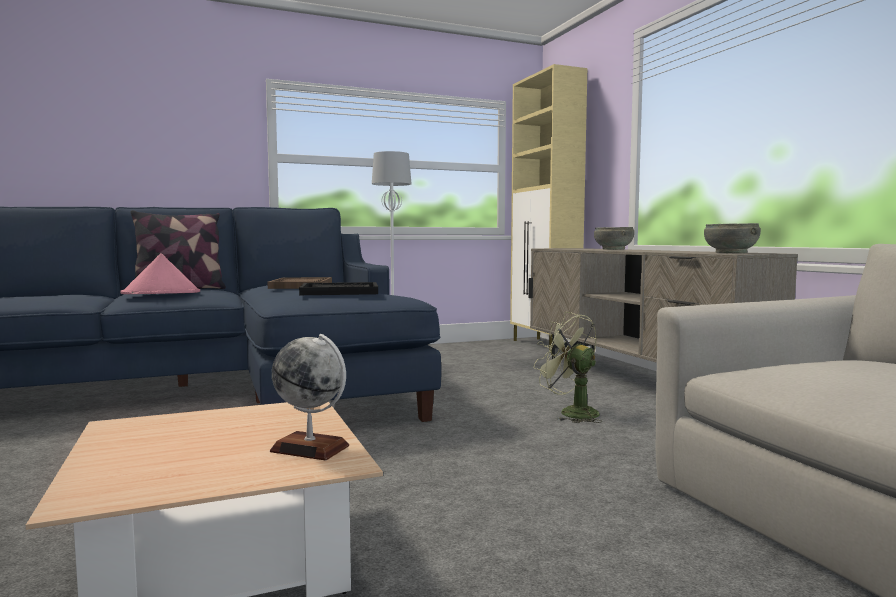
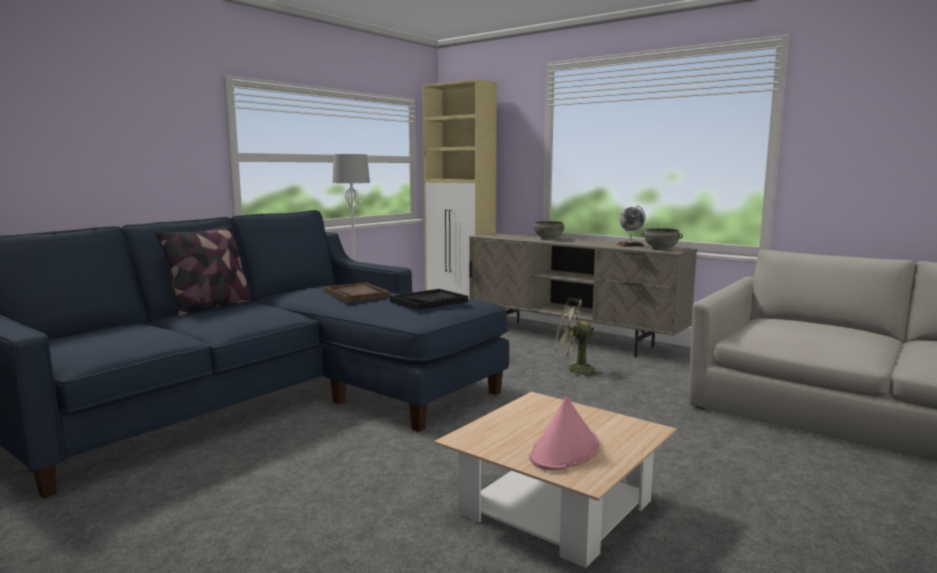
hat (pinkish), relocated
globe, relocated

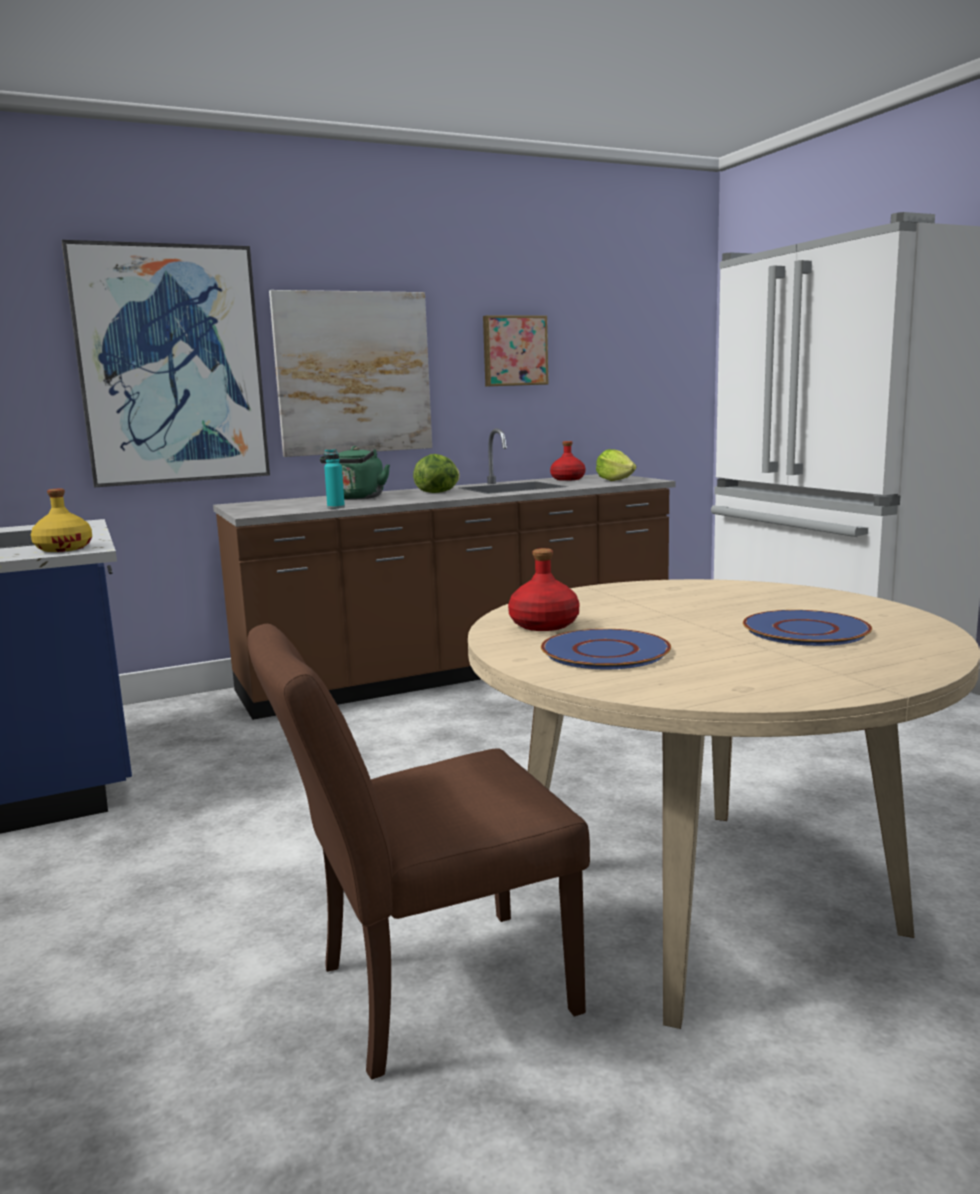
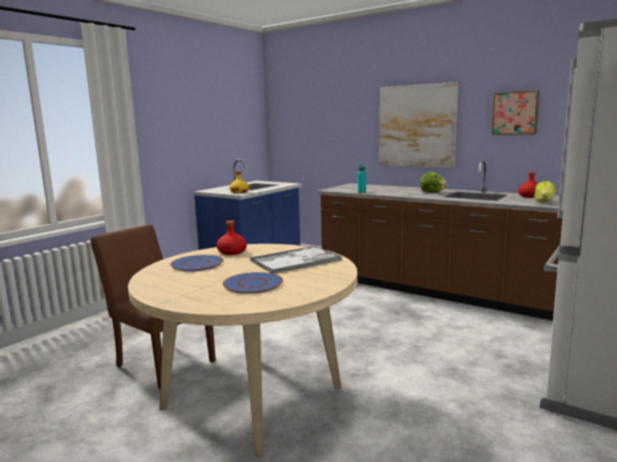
wall picture (no. 1 from left) → -
tea kettle (green) → -
- → serving tray

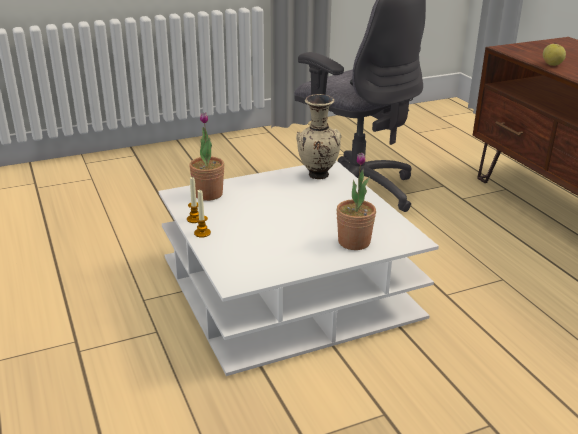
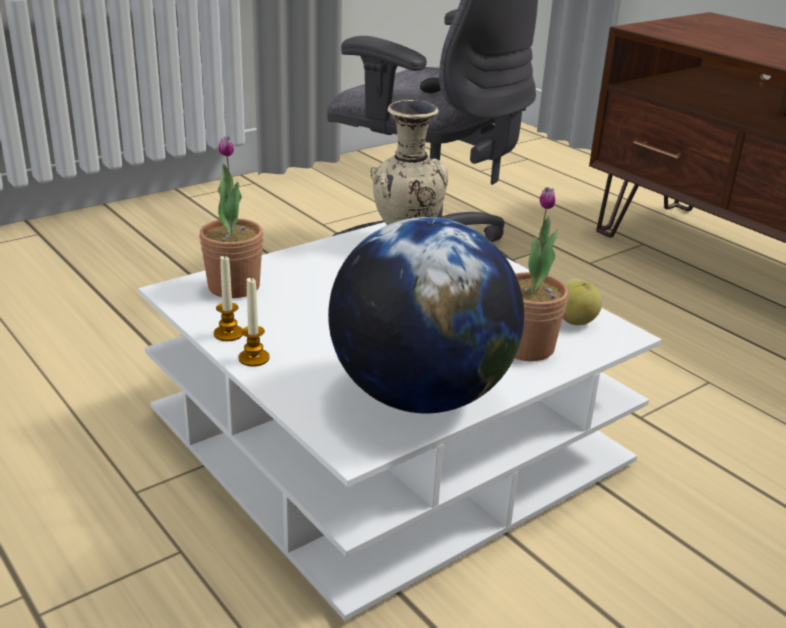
apple fruit, relocated
- → globe

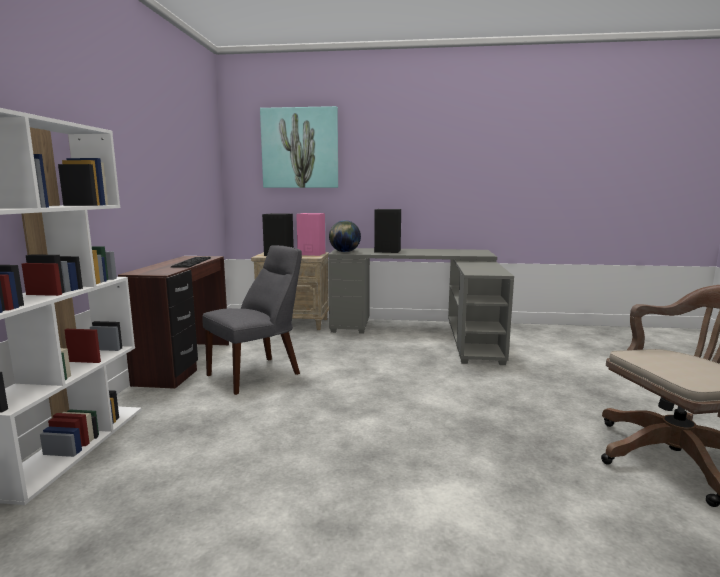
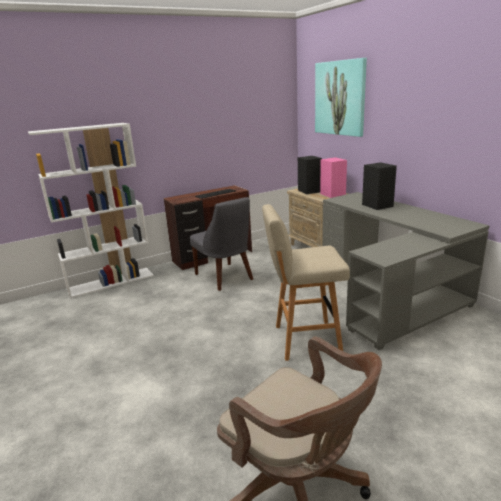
chair (greyish), 45 degrees clockwise
globe → -
- → stool (sand-coloured)

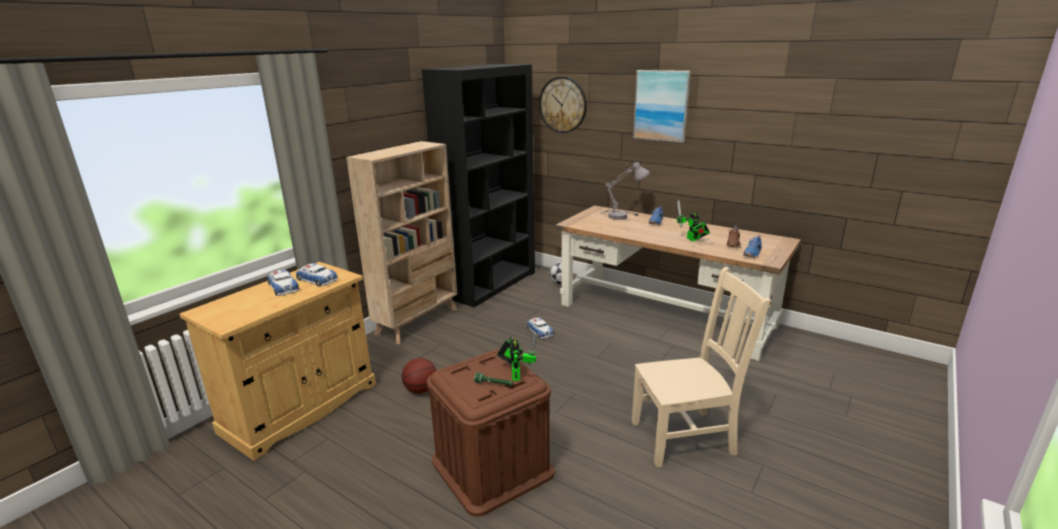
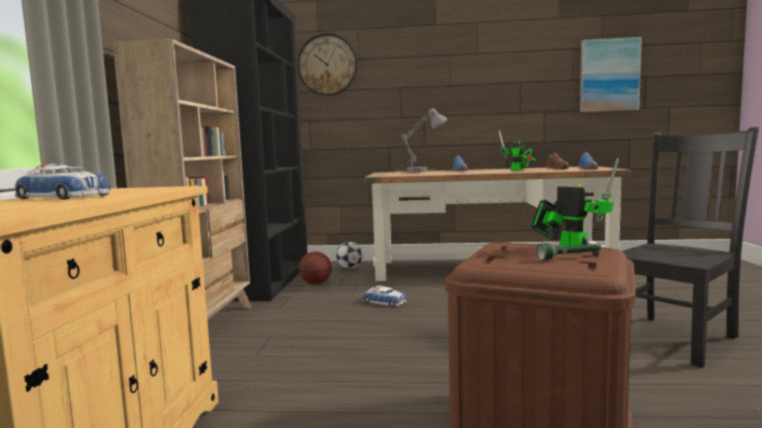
miniature car (no. 2 from left) → -
ball for basketball, relocated
chair (sand-coloured) → chair (black-coloured)
wall picture, relocated

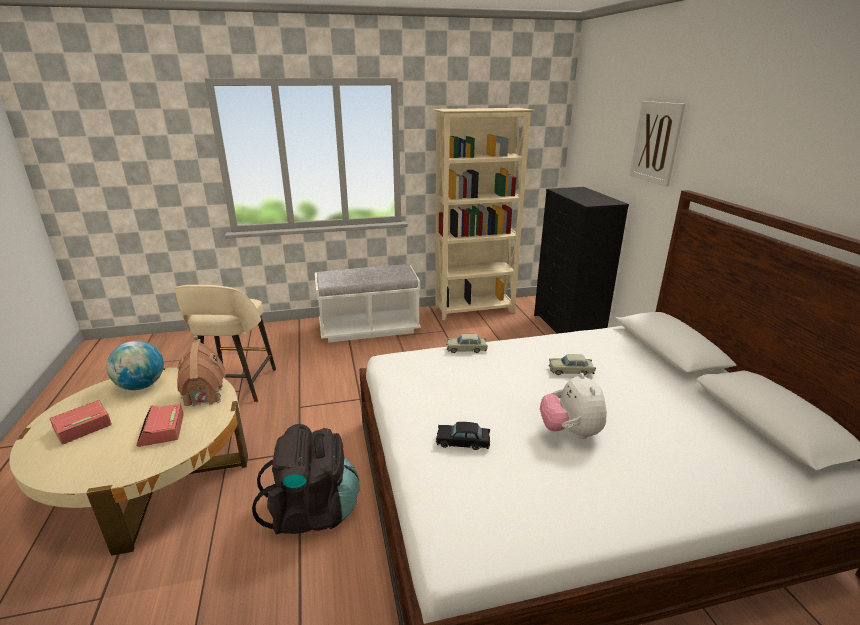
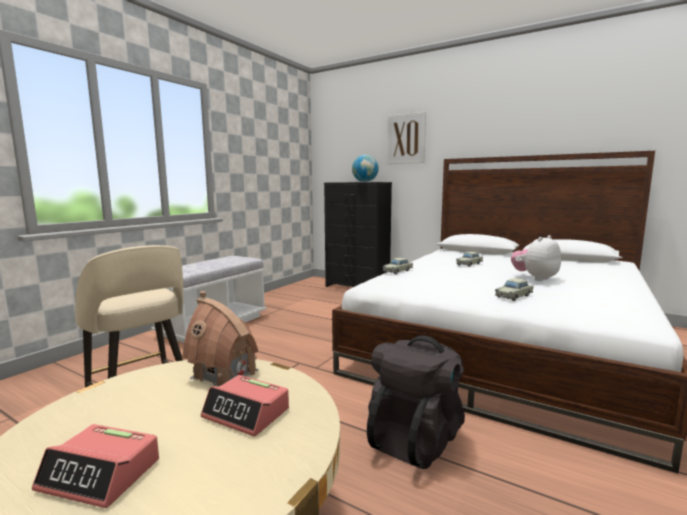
table clock (no. 1 from left), 75 degrees counterclockwise
globe, relocated
bookshelf (sand-coloured) → -
miniature car (black-coloured) → miniature car (sand-coloured) (no. 3 from left)
soft toy, 105 degrees clockwise

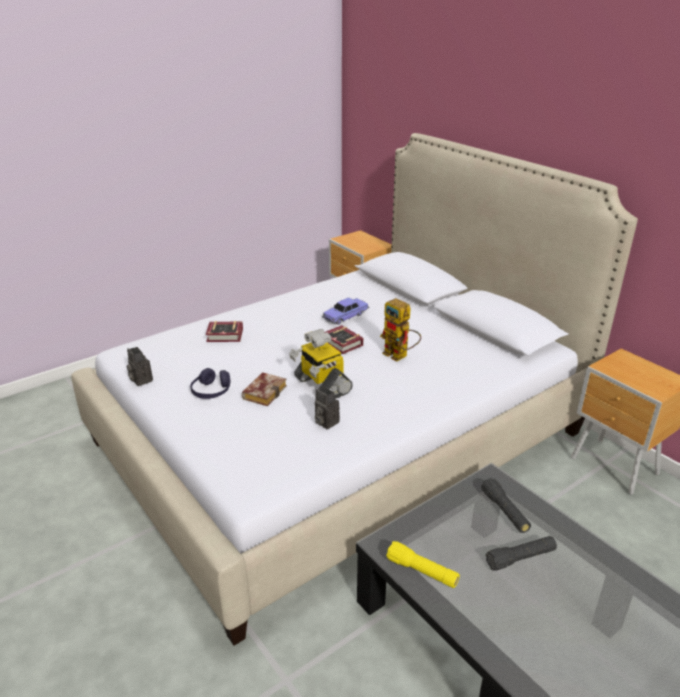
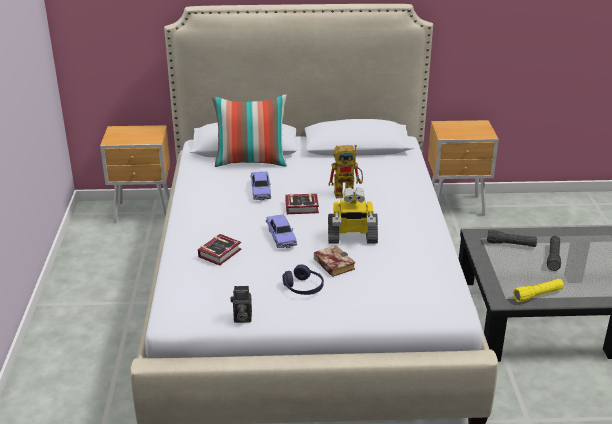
photo camera (no. 2 from left) → -
- → pillow
- → miniature car (no. 2 from left)

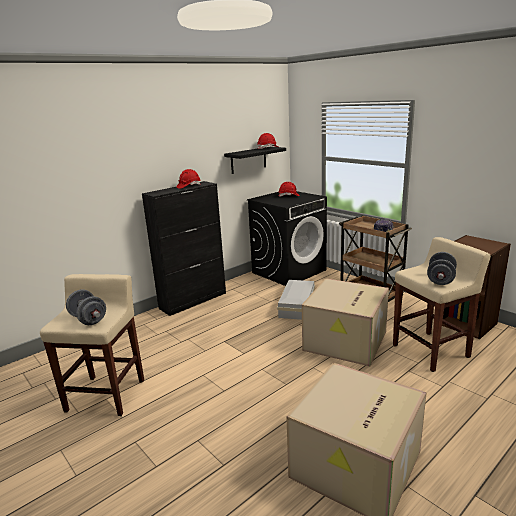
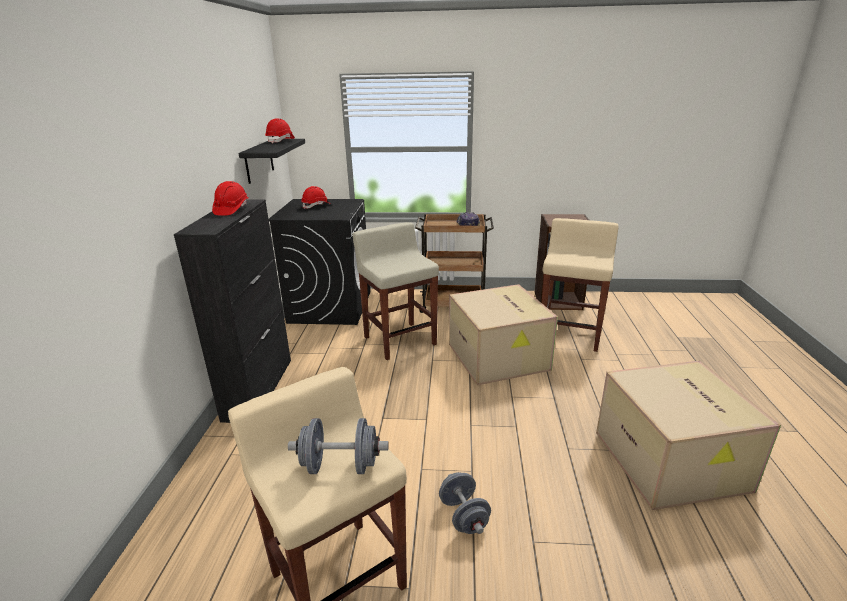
storage box (white) → stool (sand-coloured) (no. 2 from left)
free weight (greyish) (no. 2 from left), relocated

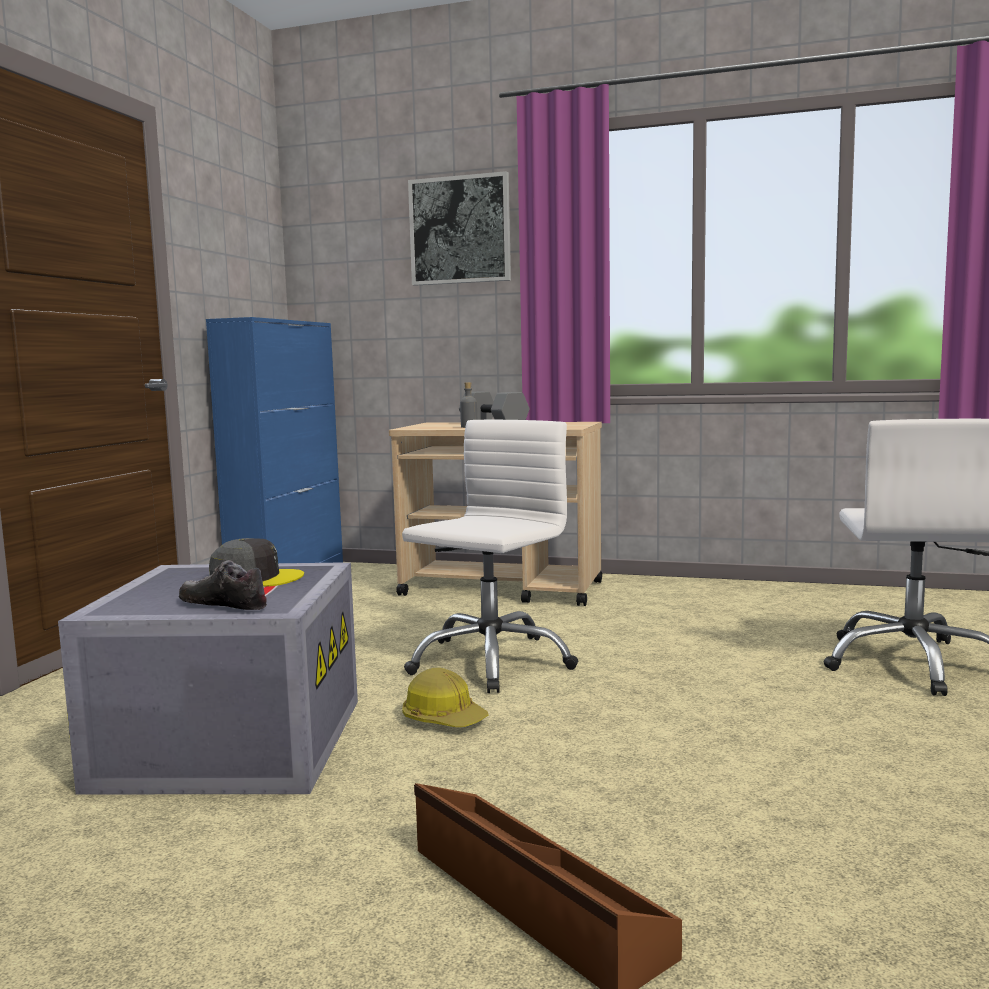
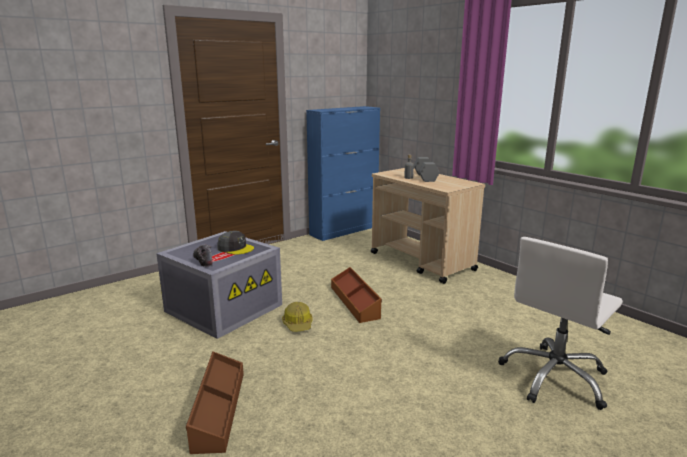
desk chair (white) (no. 1 from left) → storage box (brown-coloured) (no. 2 from left)
wall picture → -

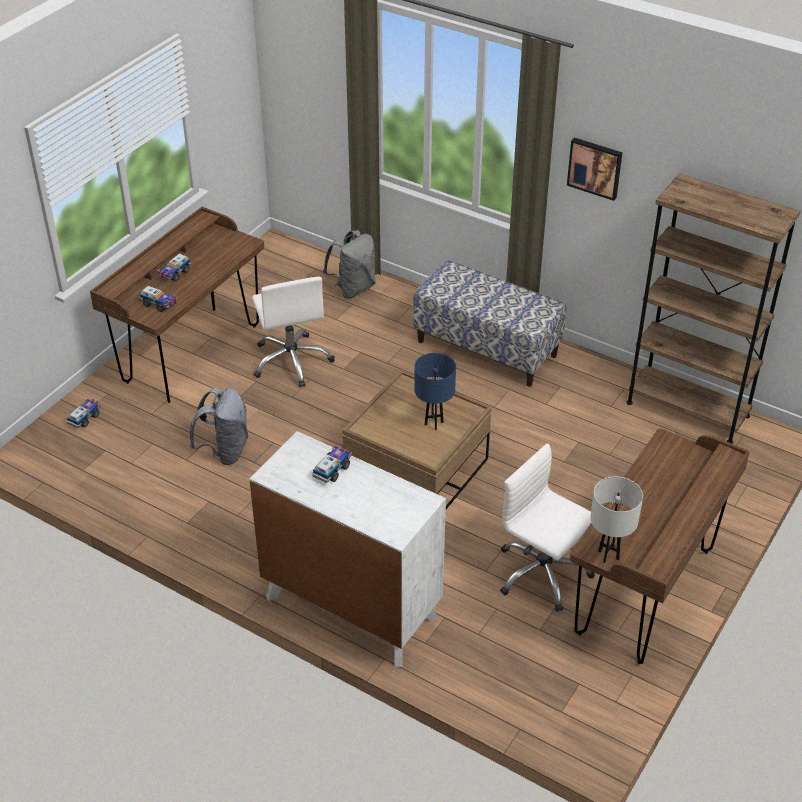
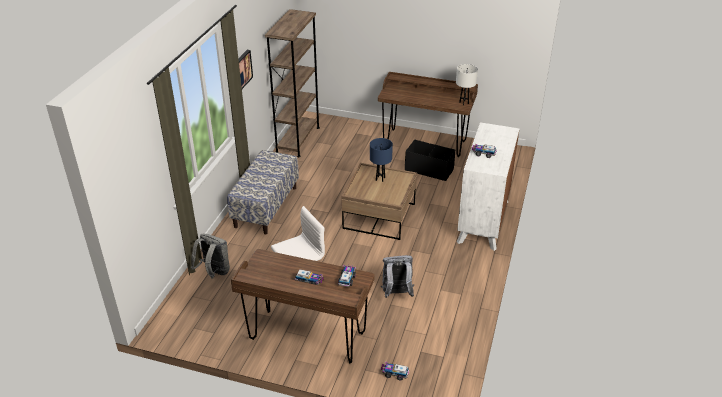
desk chair (white) (no. 2 from left) → storage box (black-coloured)

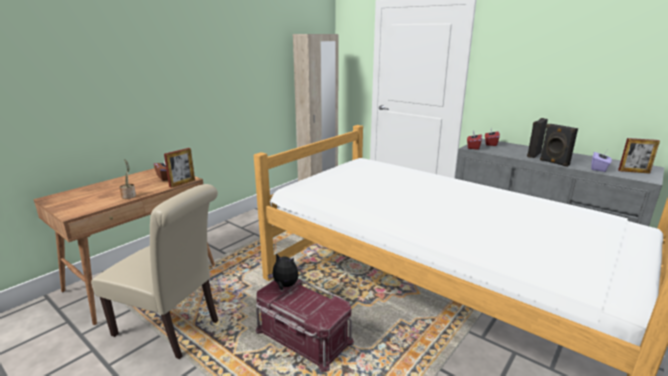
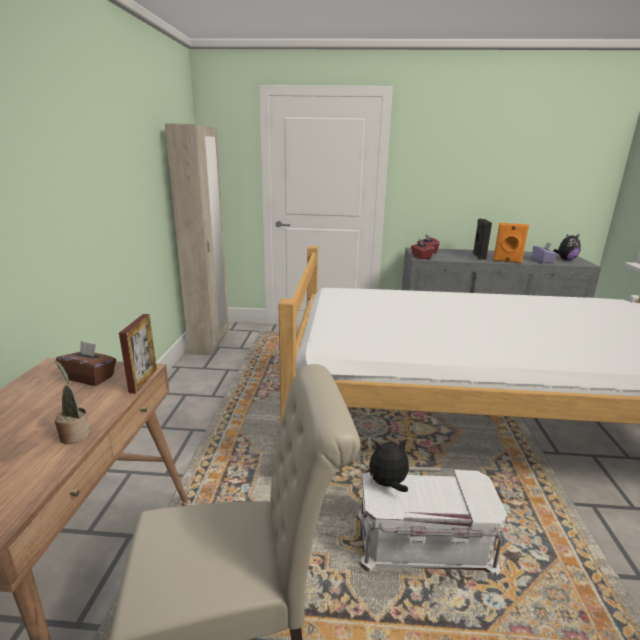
storage box (red) → storage box (white)
loudspeaker (black-coloured) (no. 2 from left) → loudspeaker (orangey)
photo frame (no. 2 from left) → soft toy (no. 2 from left)

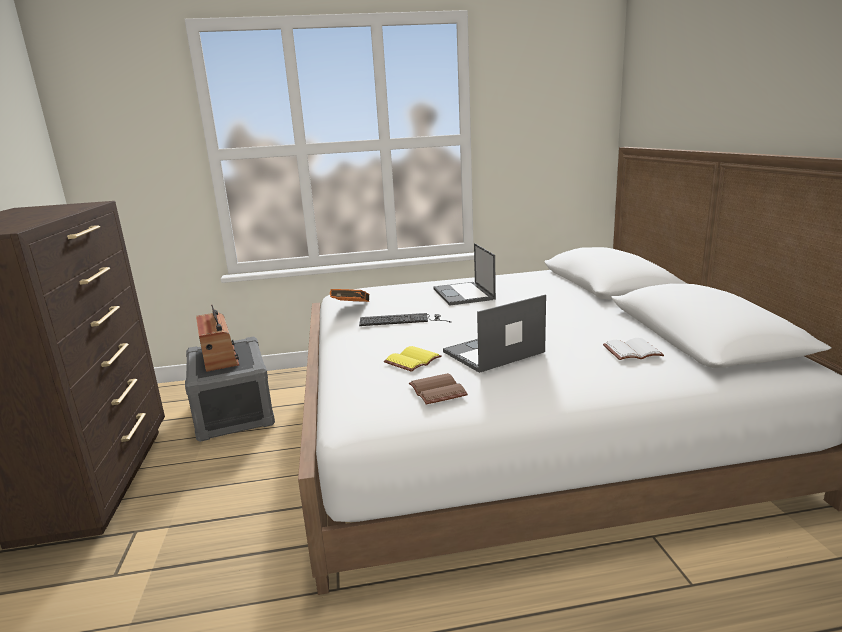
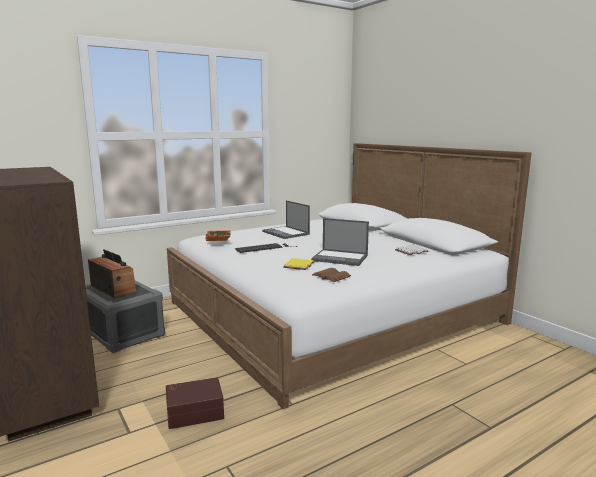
portable computer (no. 2 from left), 105 degrees counterclockwise
- → storage box (brown-coloured)

